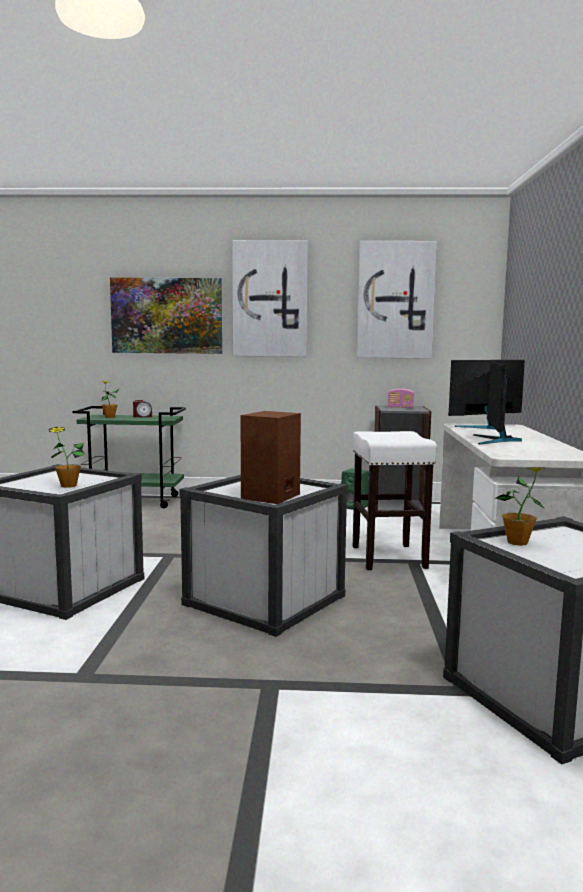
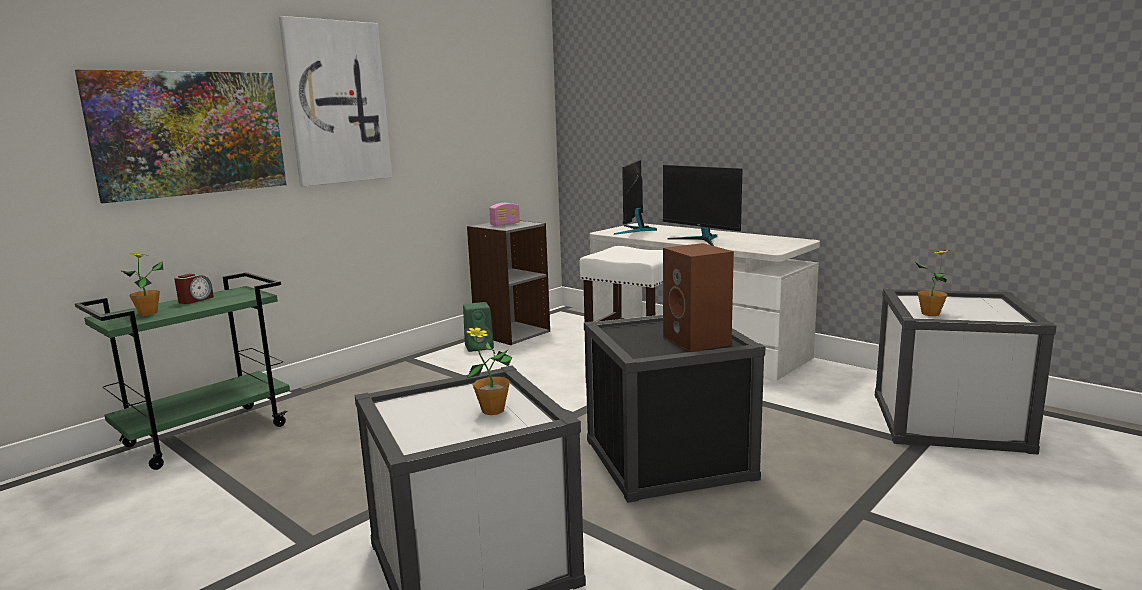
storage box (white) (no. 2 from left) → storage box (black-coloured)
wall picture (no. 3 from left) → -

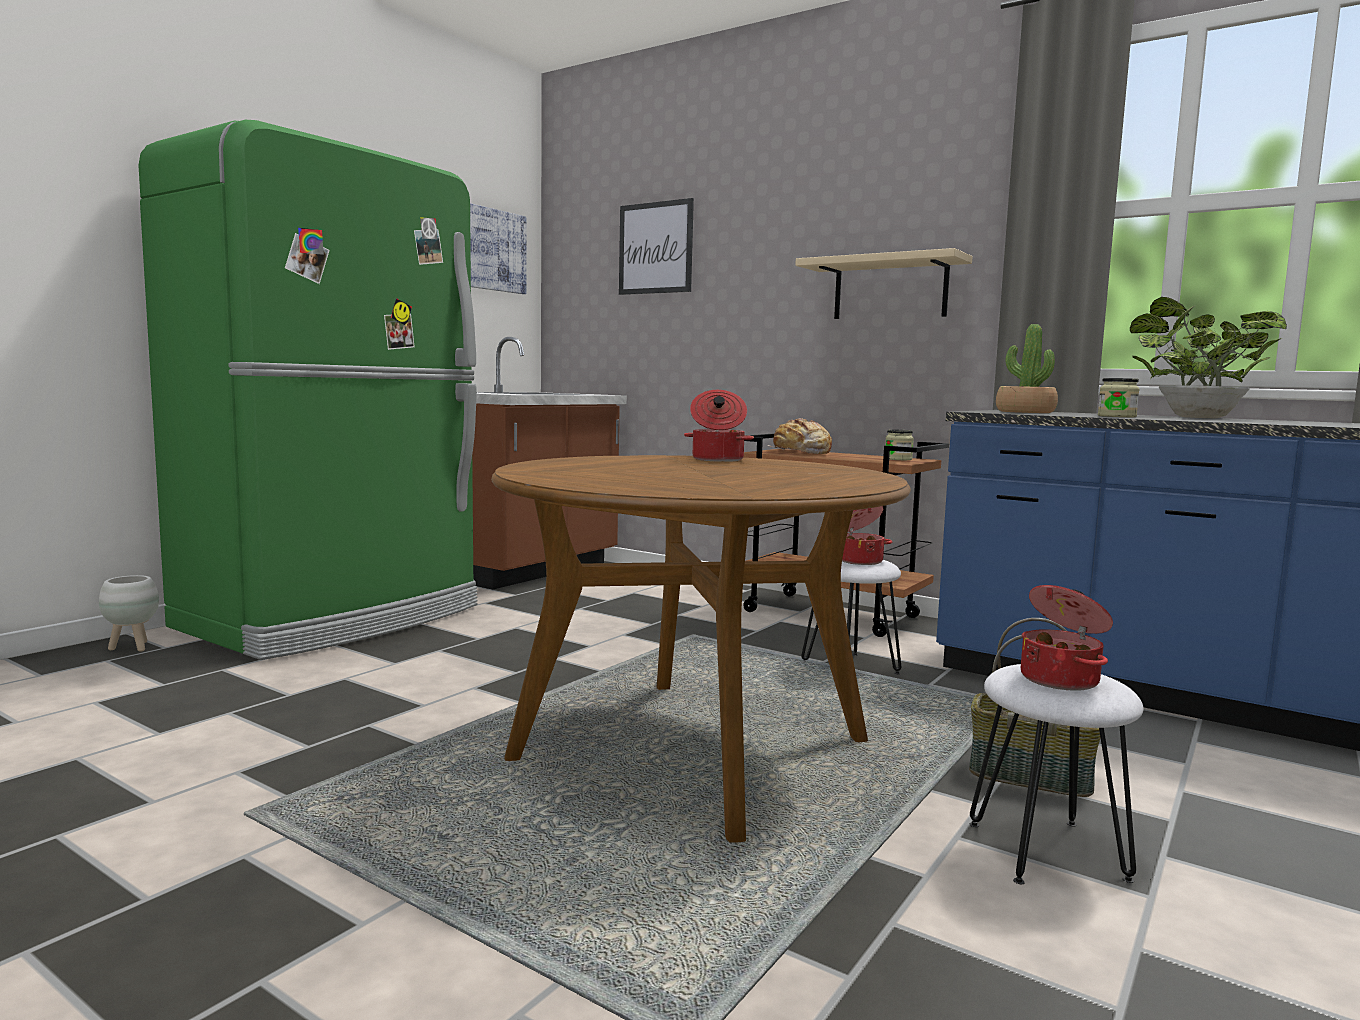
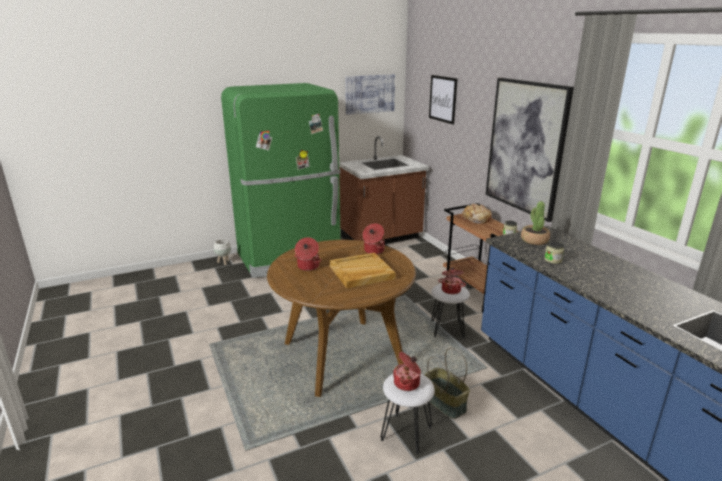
shelf (sand-coloured) → wall picture (no. 3 from left)
potted plant (no. 2 from left) → -
- → saucepot (no. 1 from left)
- → serving tray (sand-coloured)

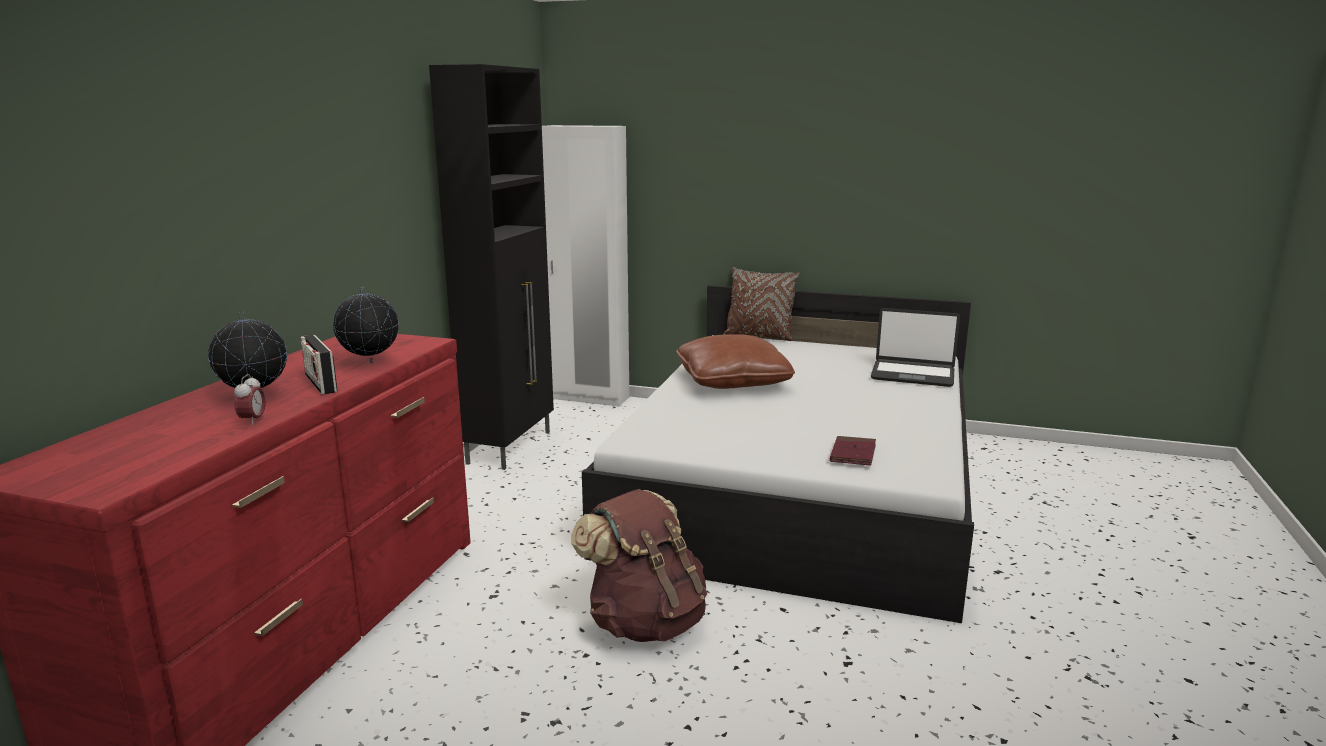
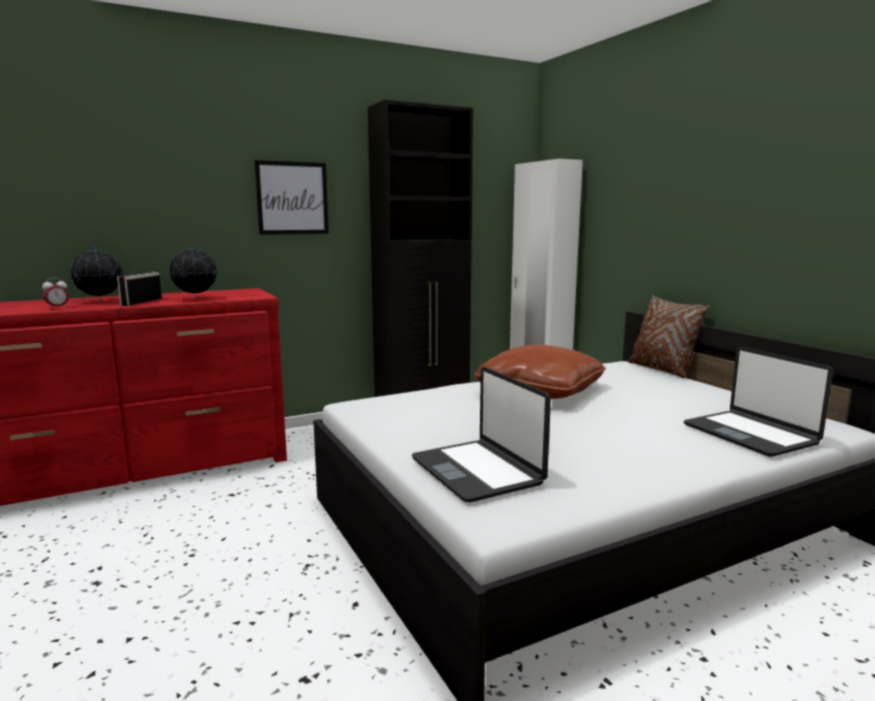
rucksack (brown-coloured) → -
book (red) → portable computer (no. 1 from left)
- → wall picture

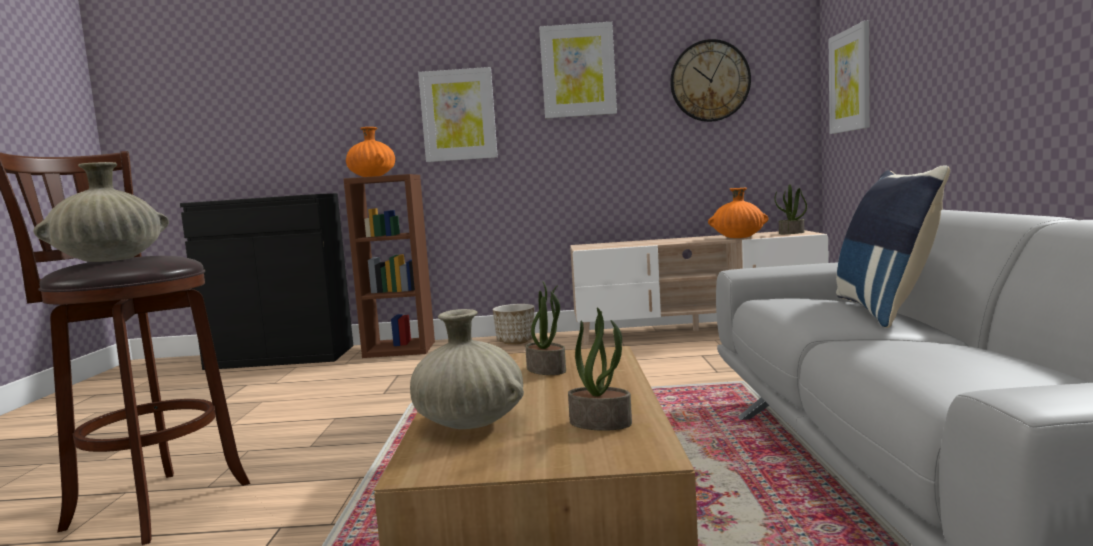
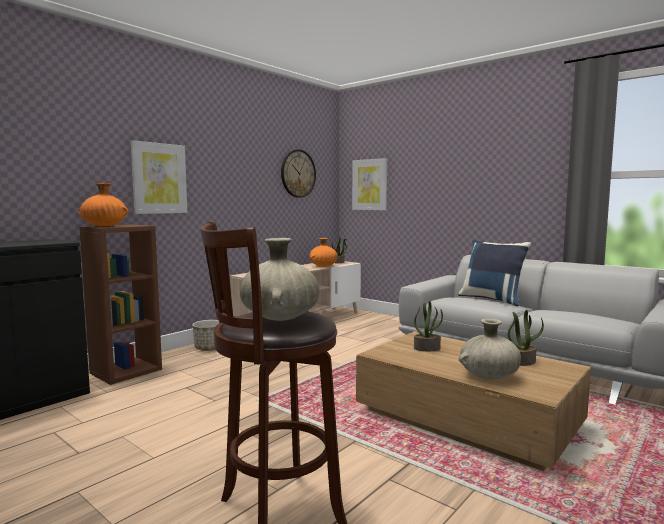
wall picture (no. 2 from left) → -

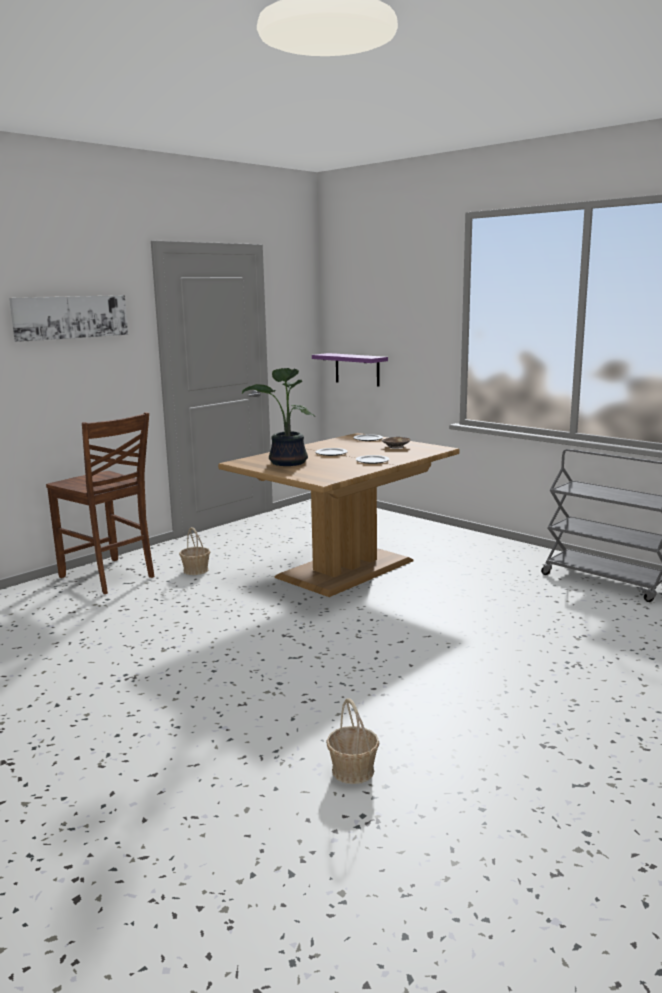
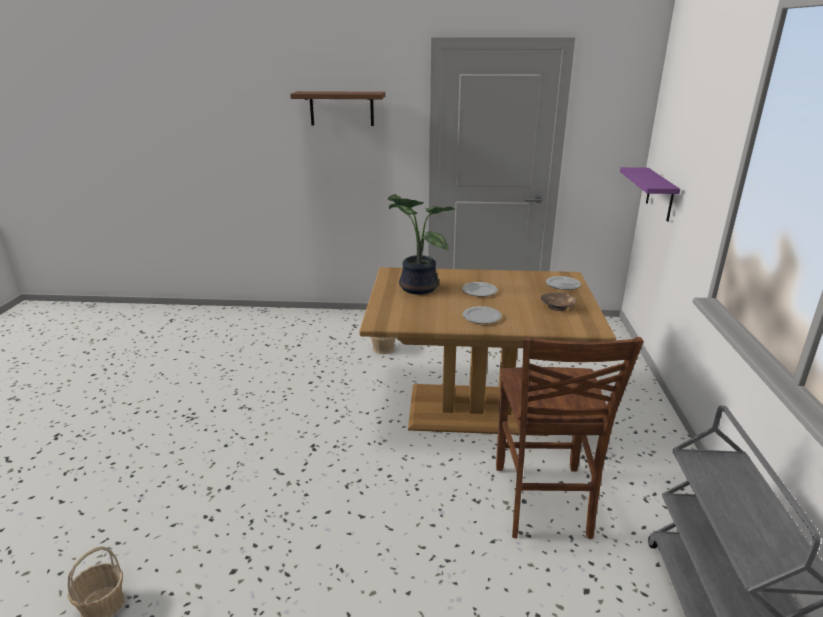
wall picture → shelf (brown-coloured)
chair (brown-coloured), relocated

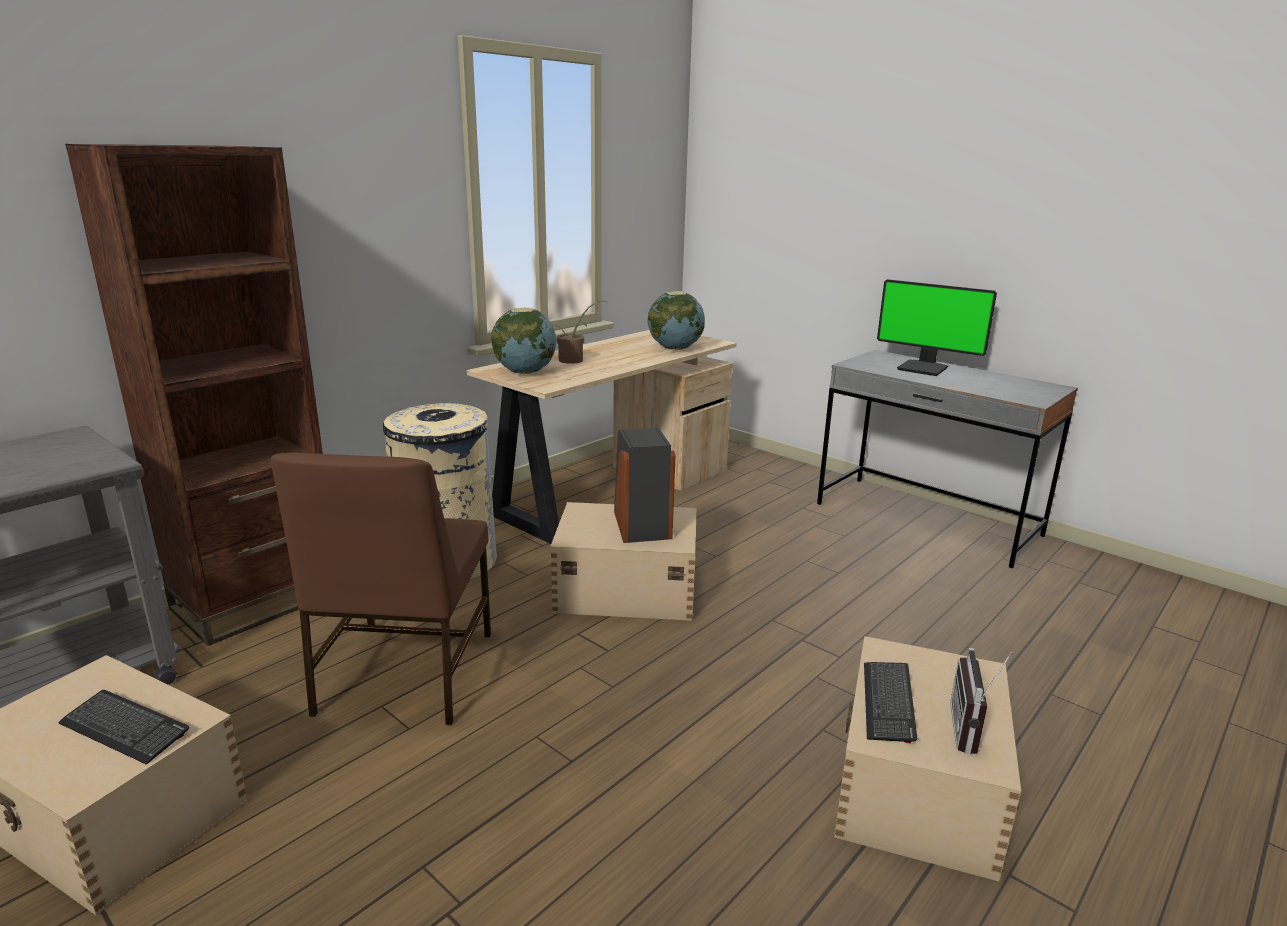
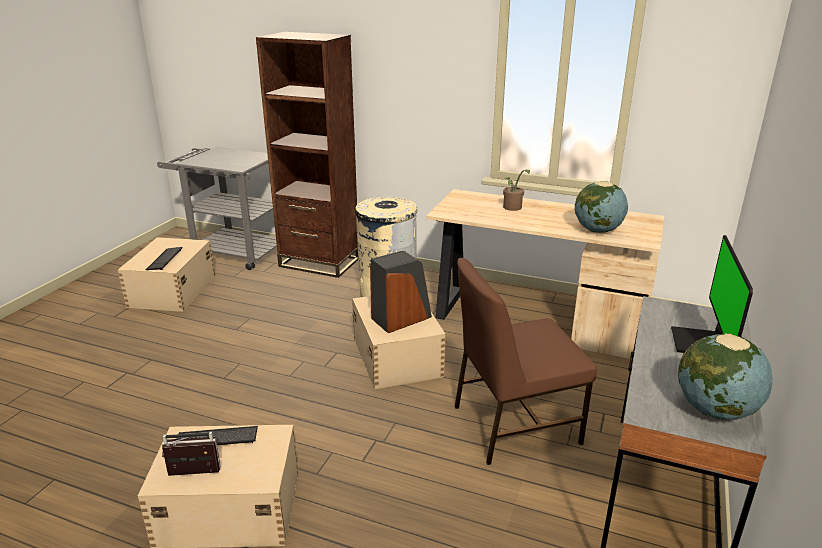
chair (brown-coloured), relocated
globe (no. 1 from left in the first image) → globe (no. 2 from left), relocated

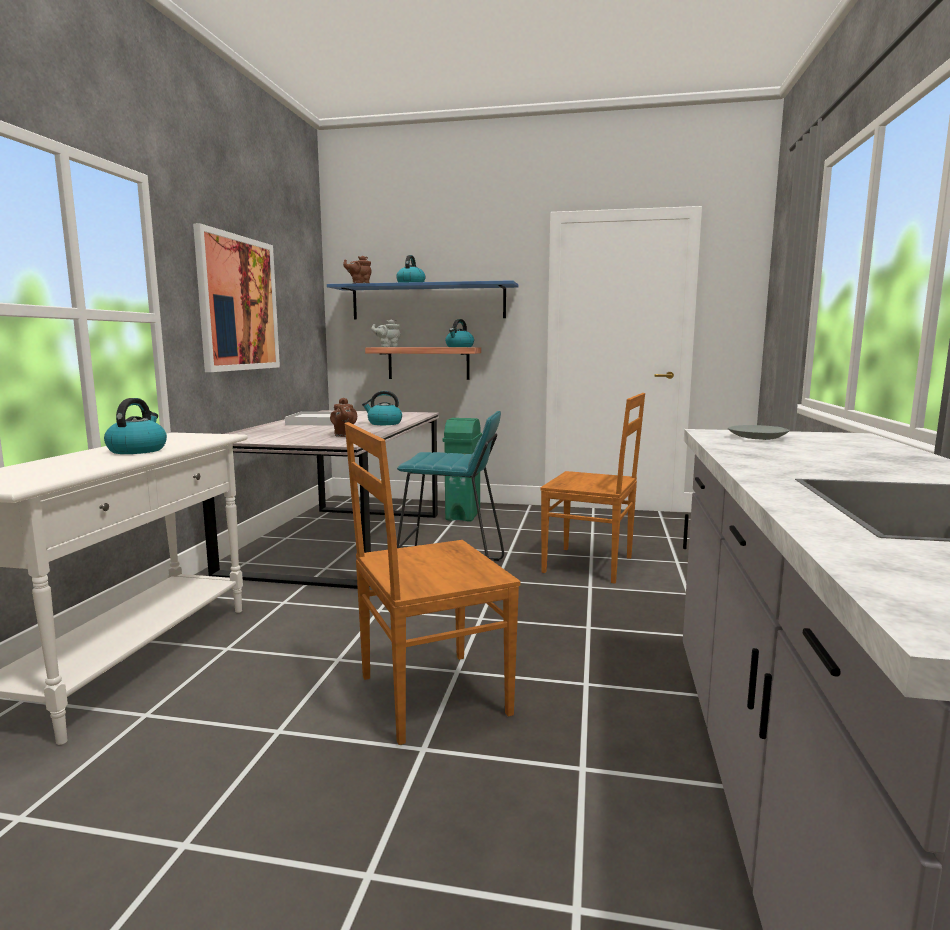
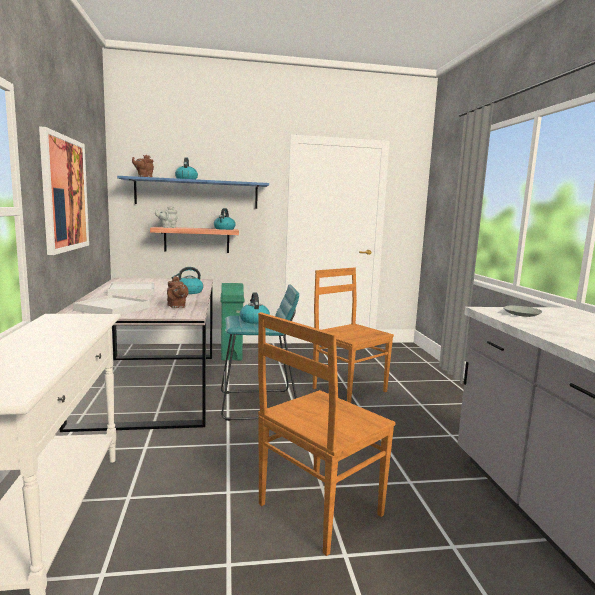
tea kettle (no. 1 from left in the first image) → tea kettle (no. 4 from left), relocated
chair (brown-coloured) (no. 2 from left), 135 degrees counterclockwise
- → serving tray (white) (no. 1 from left)

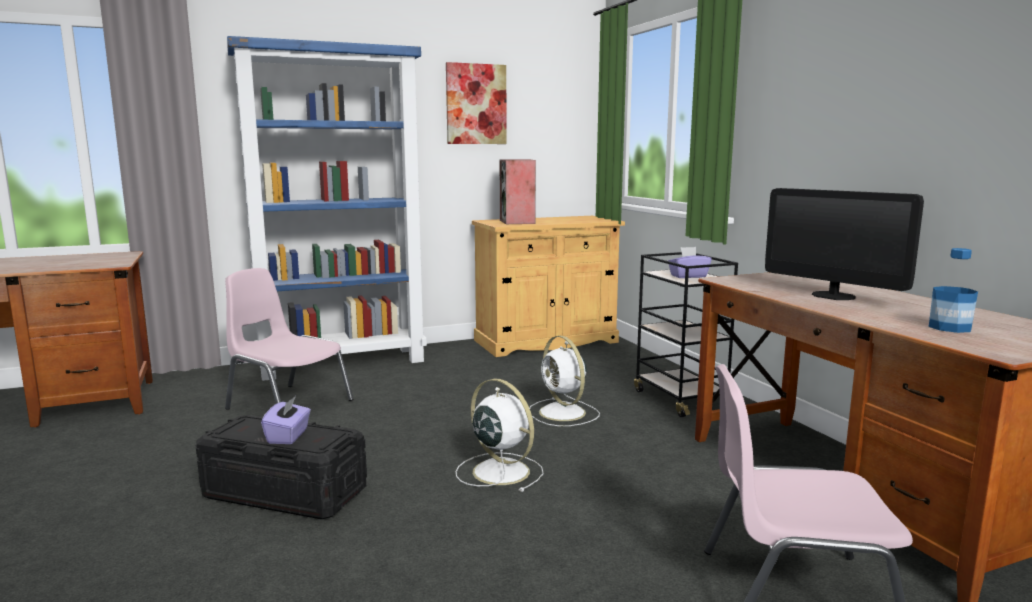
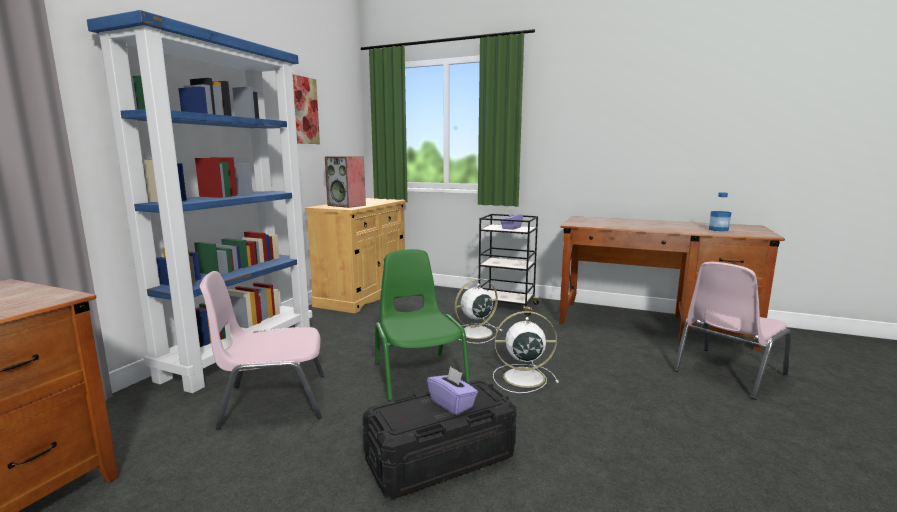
electric fan (white) (no. 2 from left in the first image) → electric fan (white) (no. 1 from left), 135 degrees clockwise
computer screen → -
- → chair (green)

